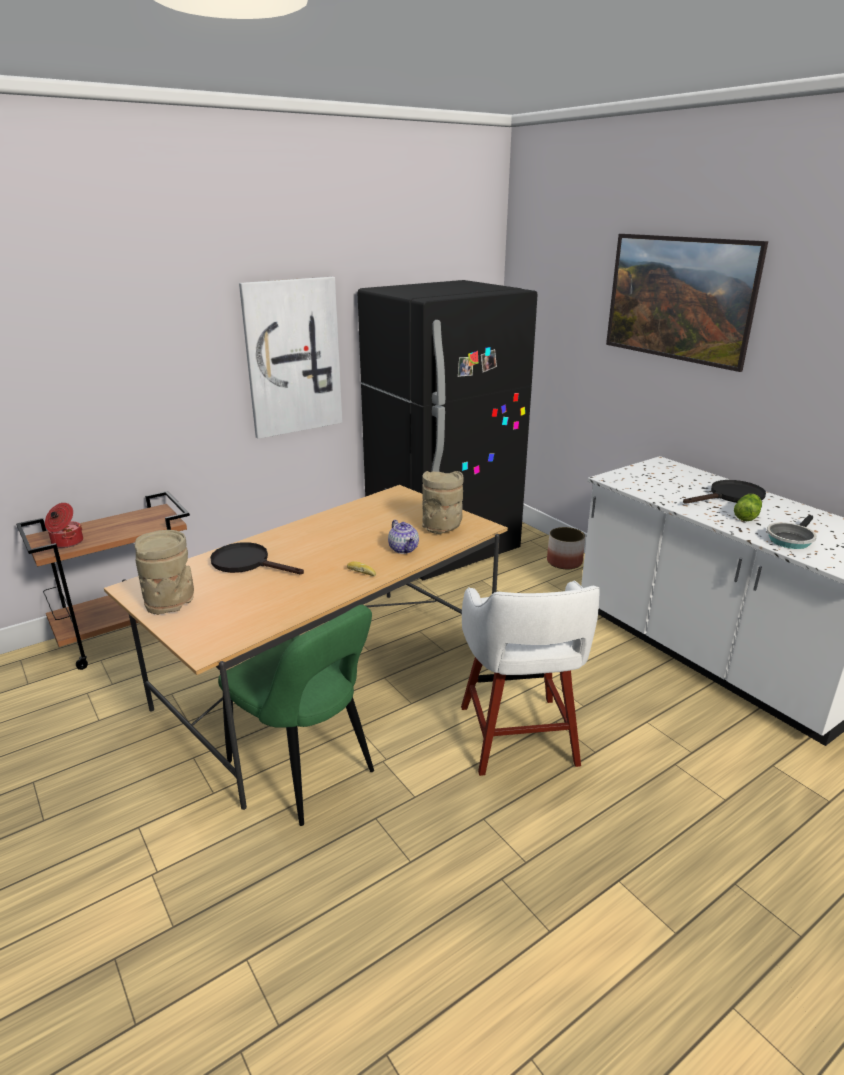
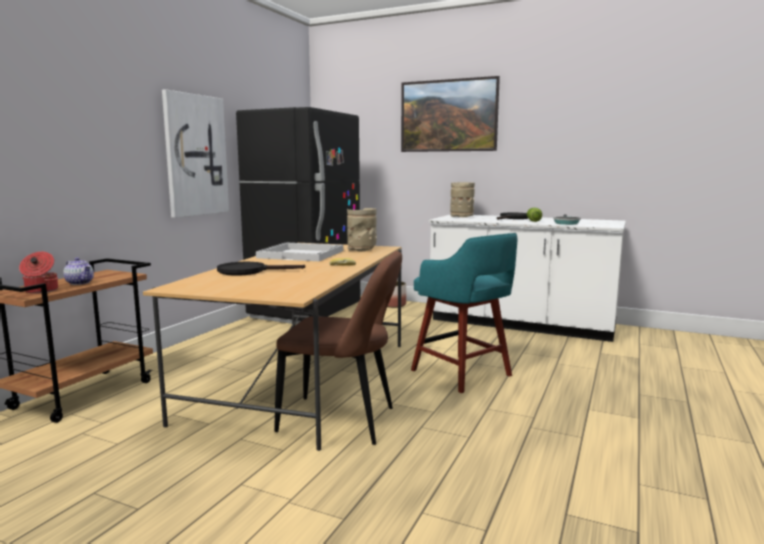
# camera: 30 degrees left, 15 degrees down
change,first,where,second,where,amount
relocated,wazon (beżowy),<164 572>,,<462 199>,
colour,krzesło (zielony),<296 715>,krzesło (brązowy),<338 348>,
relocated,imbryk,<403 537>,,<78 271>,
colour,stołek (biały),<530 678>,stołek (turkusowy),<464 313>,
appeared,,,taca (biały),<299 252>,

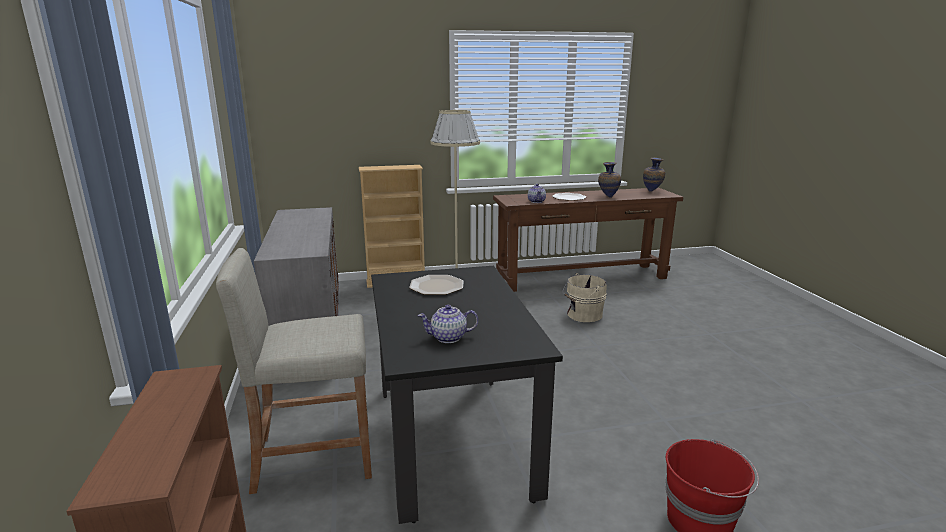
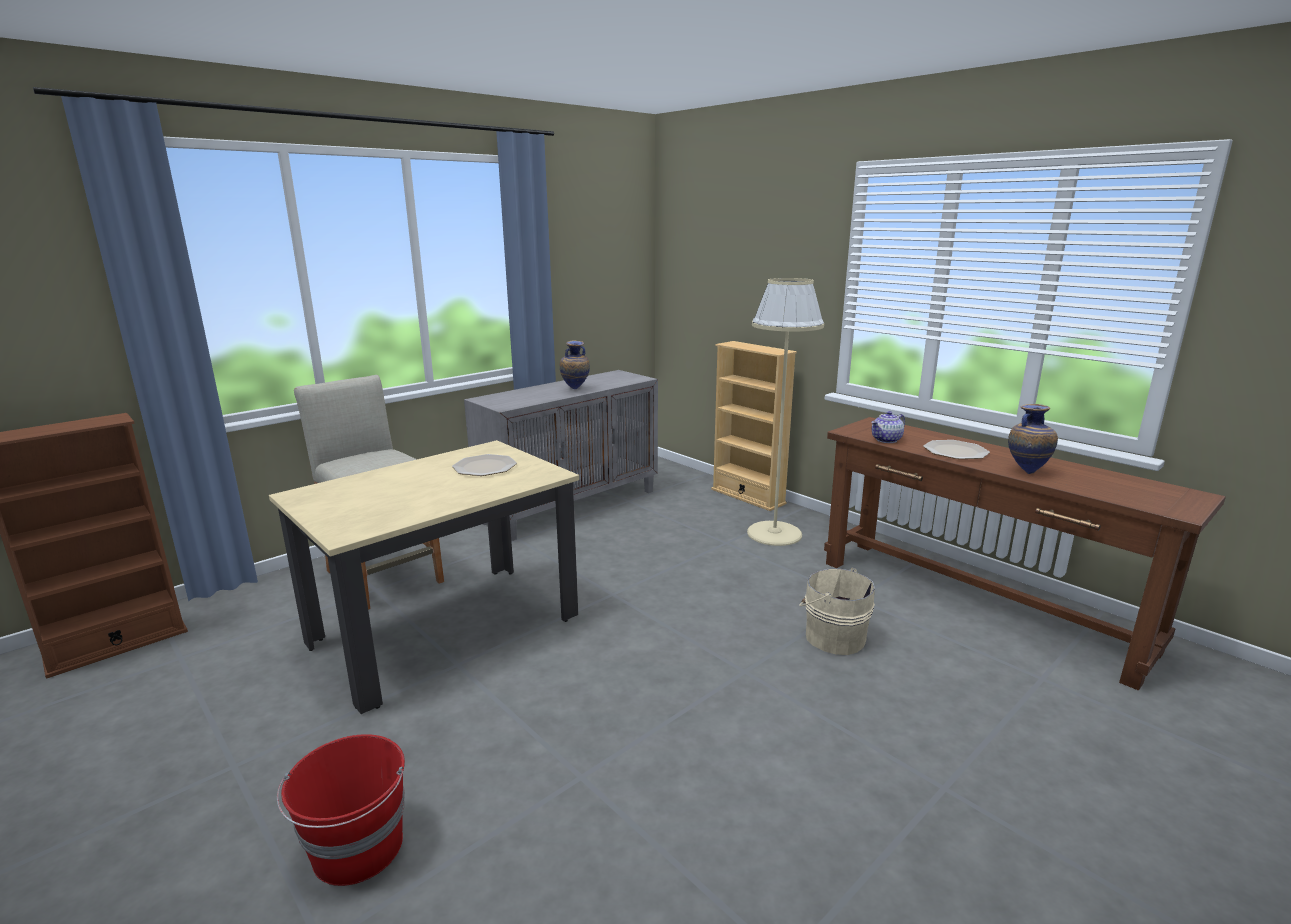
# camera: 60 degrees right, 0 degrees up
change,first,where,second,where,amount
colour,stół jadalny (czarny),<467 395>,stół jadalny (beżowy),<424 577>,
missing,imbryk,<448 324>,,,
relocated,wazon,<654 174>,,<574 364>,

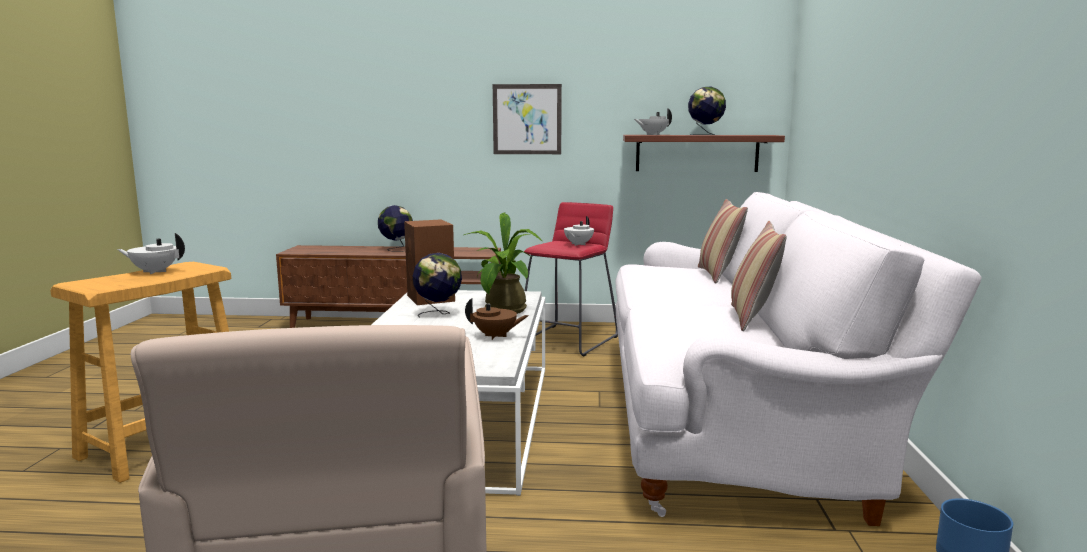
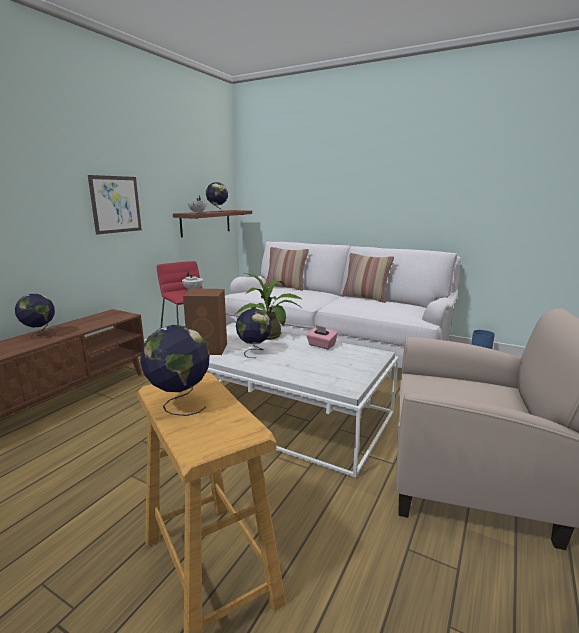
# camera: 65 degrees left, 5 degrees up
change,first,where,second,where,amount
exchanged,imbryk (biały),<151 253>,globus,<175 370>,
exchanged,imbryk (brązowy),<497 319>,pudełko chusteczek (różowy),<322 337>,

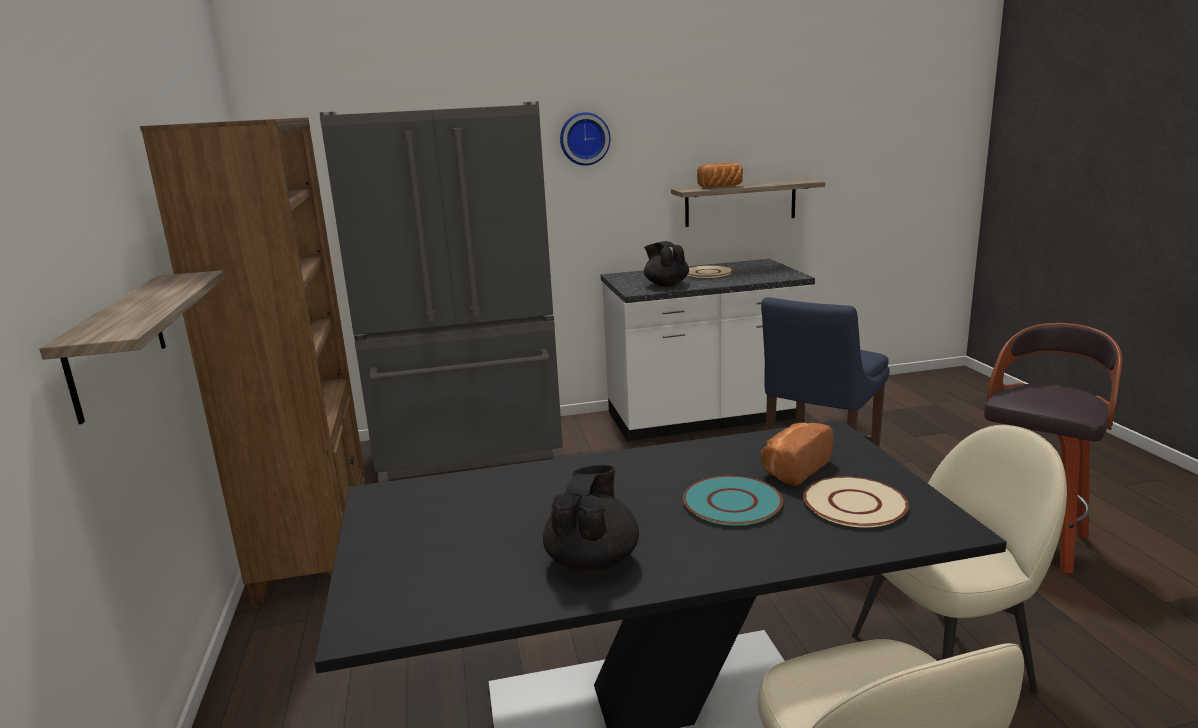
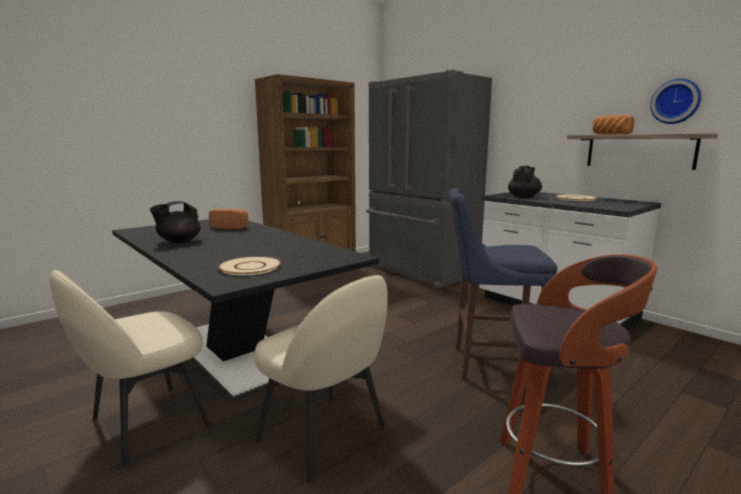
# camera: 60 degrees right, 5 degrees down
change,first,where,second,where,amount
missing,półka,<132 347>,,,
spun,imbryk (czarny),<591 518>,,<175 222>,150 degrees clockwise
relocated,zegar ścienny,<585 139>,,<675 101>,
missing,talerz (turkusowy),<733 501>,,,
relocated,chleb,<797 454>,,<229 219>,

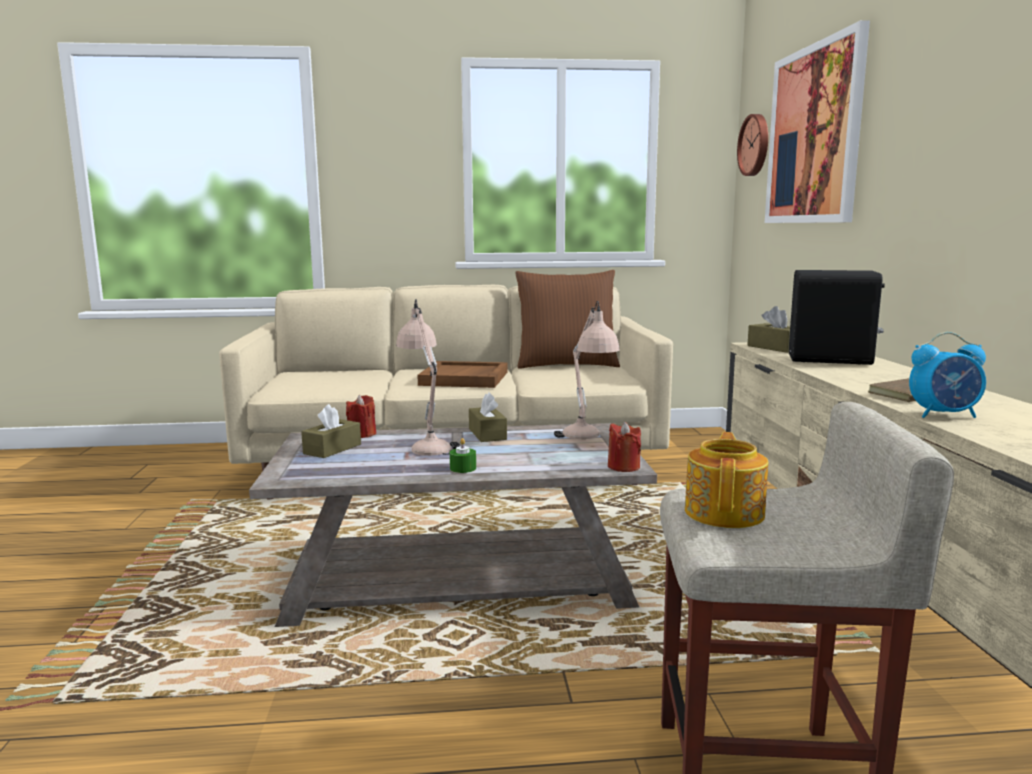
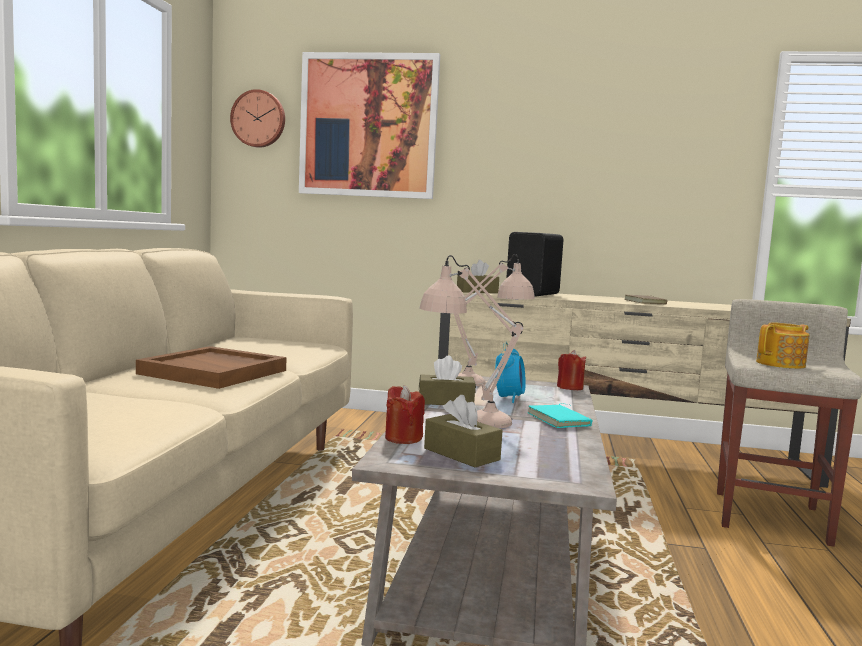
# camera: 75 degrees left, 5 degrees down
change,first,where,second,where,amount
exchanged,świeca (zielony),<463 455>,książka (turkusowy),<560 415>,
missing,poduszka (brązowy),<567 319>,,,
spun,imbryk,<727 480>,,<783 346>,120 degrees clockwise
relocated,budzik,<947 375>,,<510 372>,

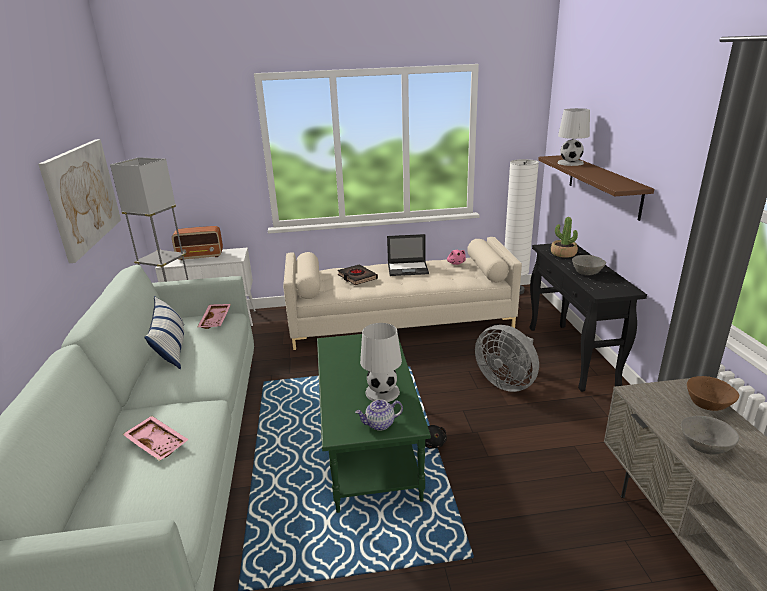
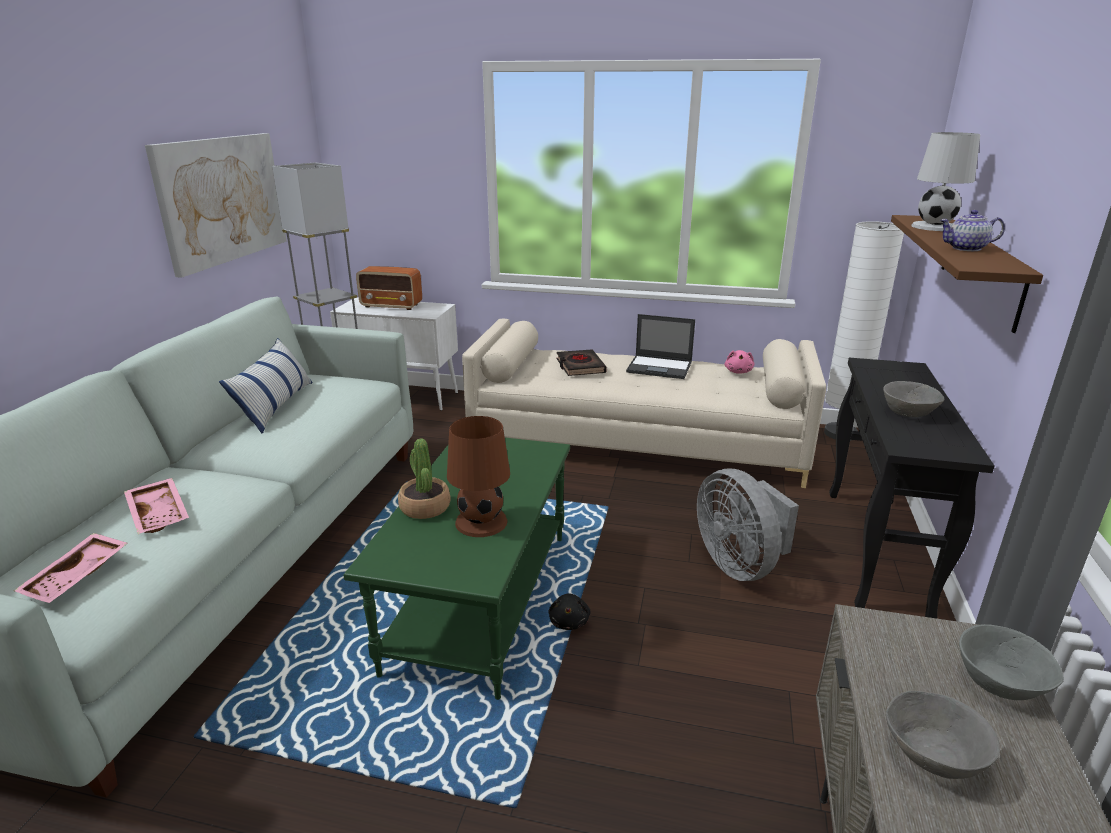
# camera: 20 degrees right, 0 degrees up
change,first,where,second,where,amount
relocated,taca (różowy),<214 316>,,<71 568>,
relocated,imbryk,<379 415>,,<972 230>,
colour,lampa stołowa (biały),<381 362>,lampa stołowa (brązowy),<478 476>,
relocated,roślina doniczkowa,<564 237>,,<424 478>,
colour,miska (brązowy),<713 393>,miska (szary),<1011 662>,

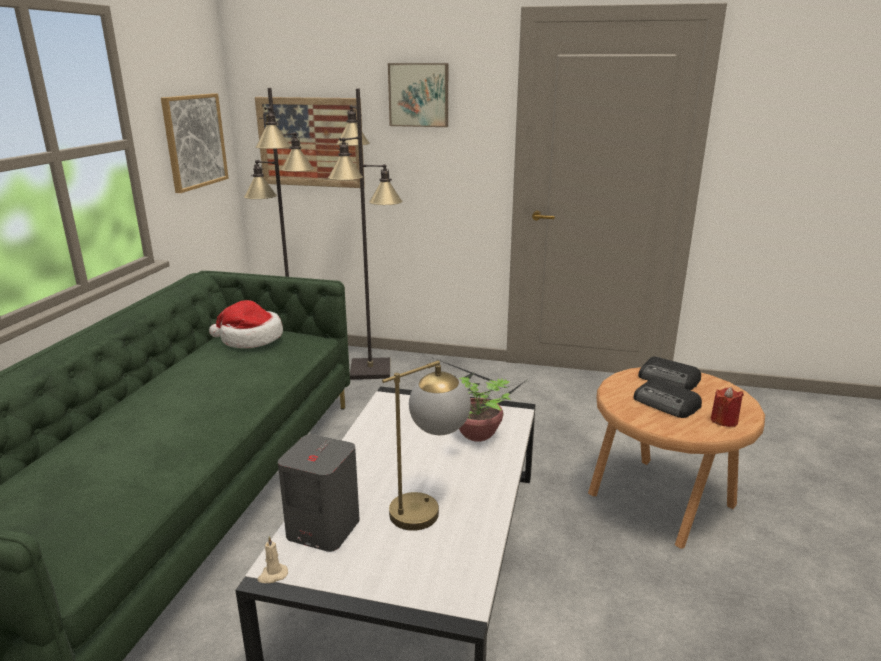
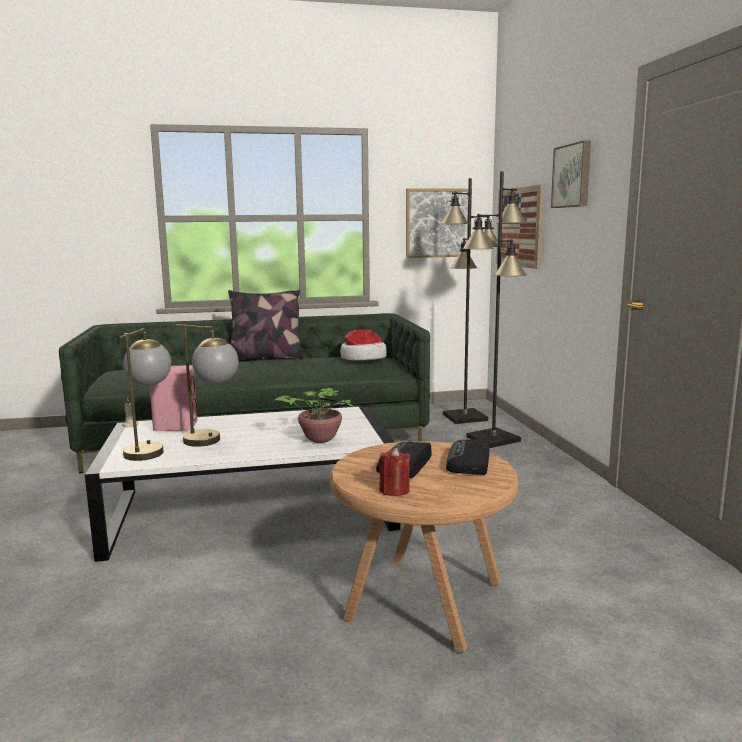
# camera: 65 degrees right, 10 degrees down
change,first,where,second,where,amount
colour,głośnik (szary),<319 493>,głośnik (różowy),<173 398>,
appeared,,,lampa stołowa,<145 394>,
appeared,,,poduszka,<266 325>,

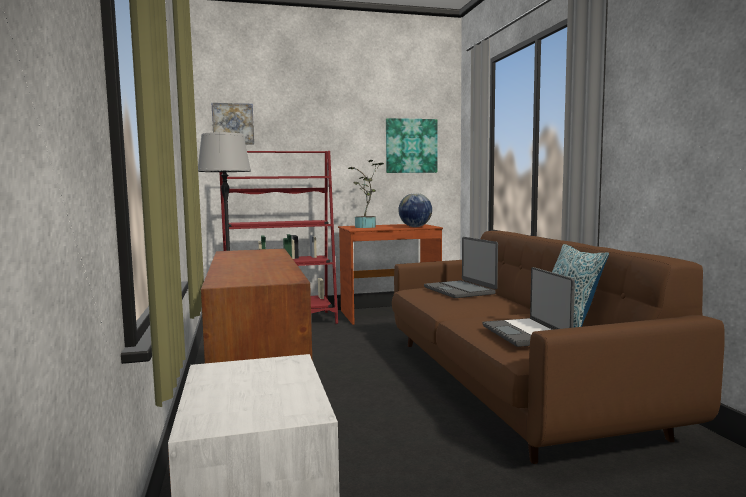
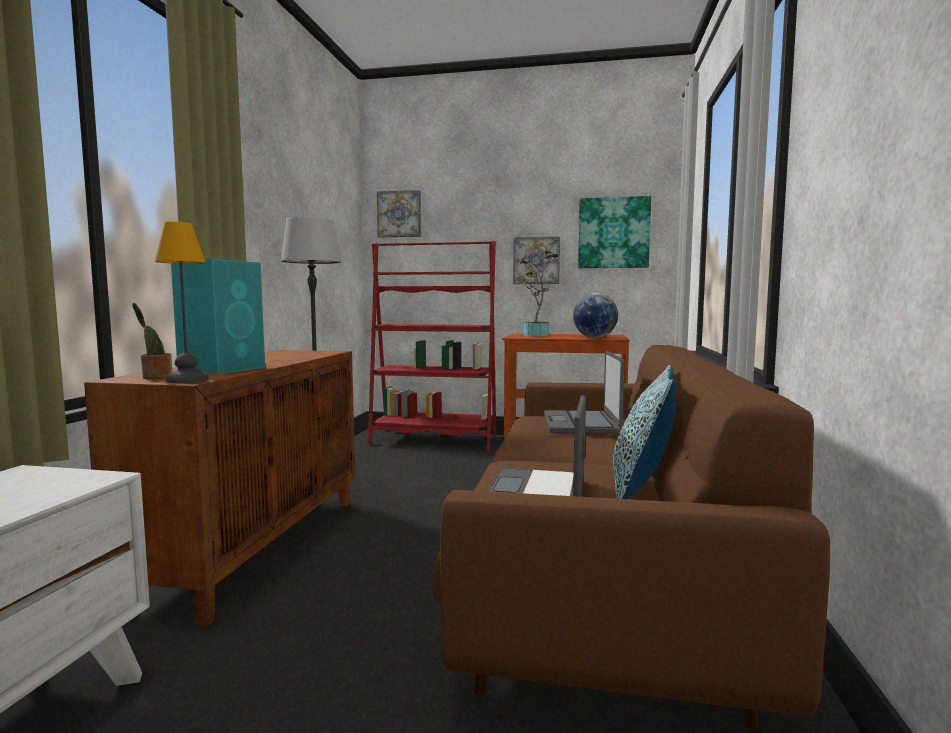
# camera: 25 degrees right, 0 degrees up
change,first,where,second,where,amount
appeared,,,roślina doniczkowa,<152 341>,
appeared,,,lampa stołowa,<182 302>,
appeared,,,głośnik (turkusowy),<218 316>,
appeared,,,obraz,<536 260>,

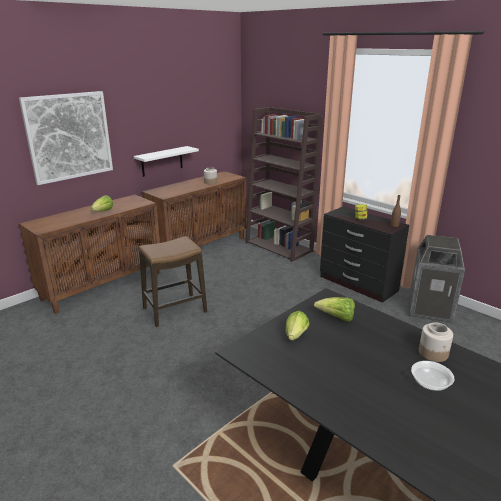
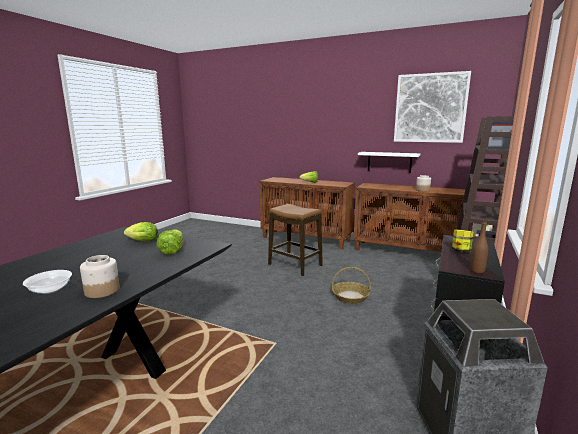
# camera: 70 degrees right, 10 degrees down
change,first,where,second,where,amount
relocated,obraz,<66 138>,,<432 107>,
appeared,,,koszyk,<351 285>,

